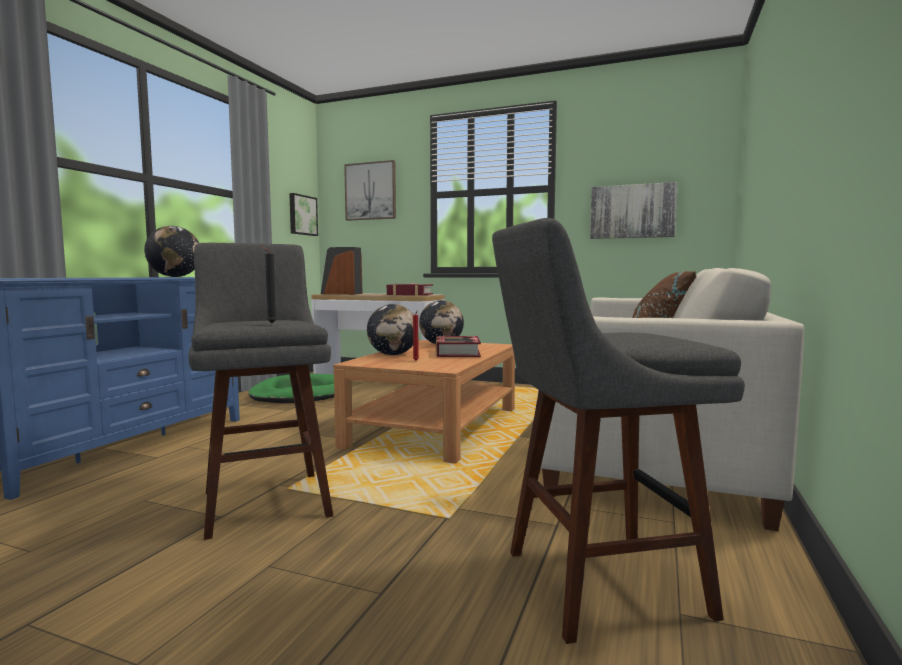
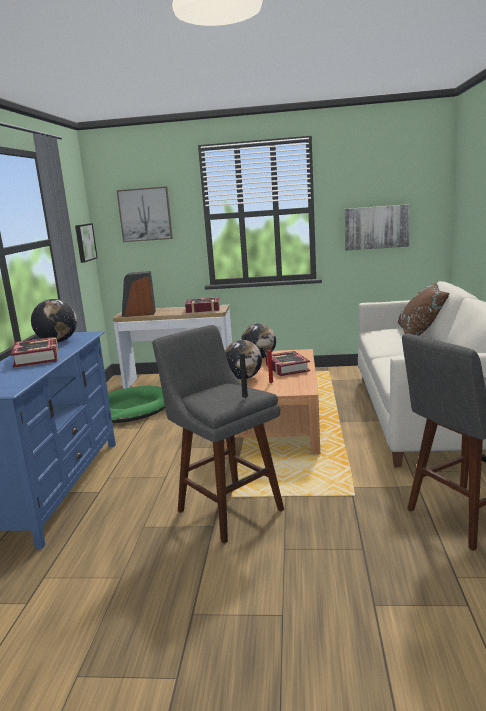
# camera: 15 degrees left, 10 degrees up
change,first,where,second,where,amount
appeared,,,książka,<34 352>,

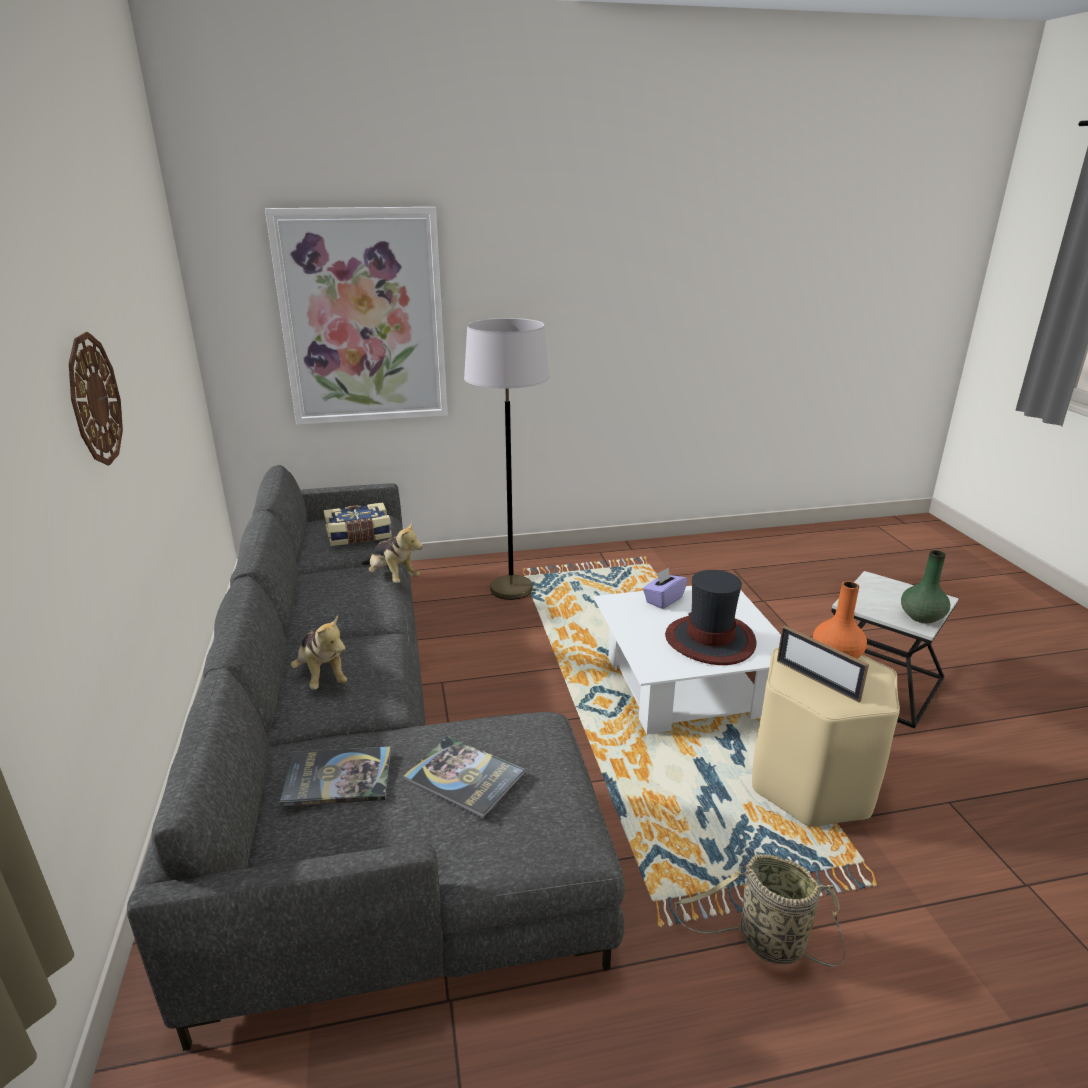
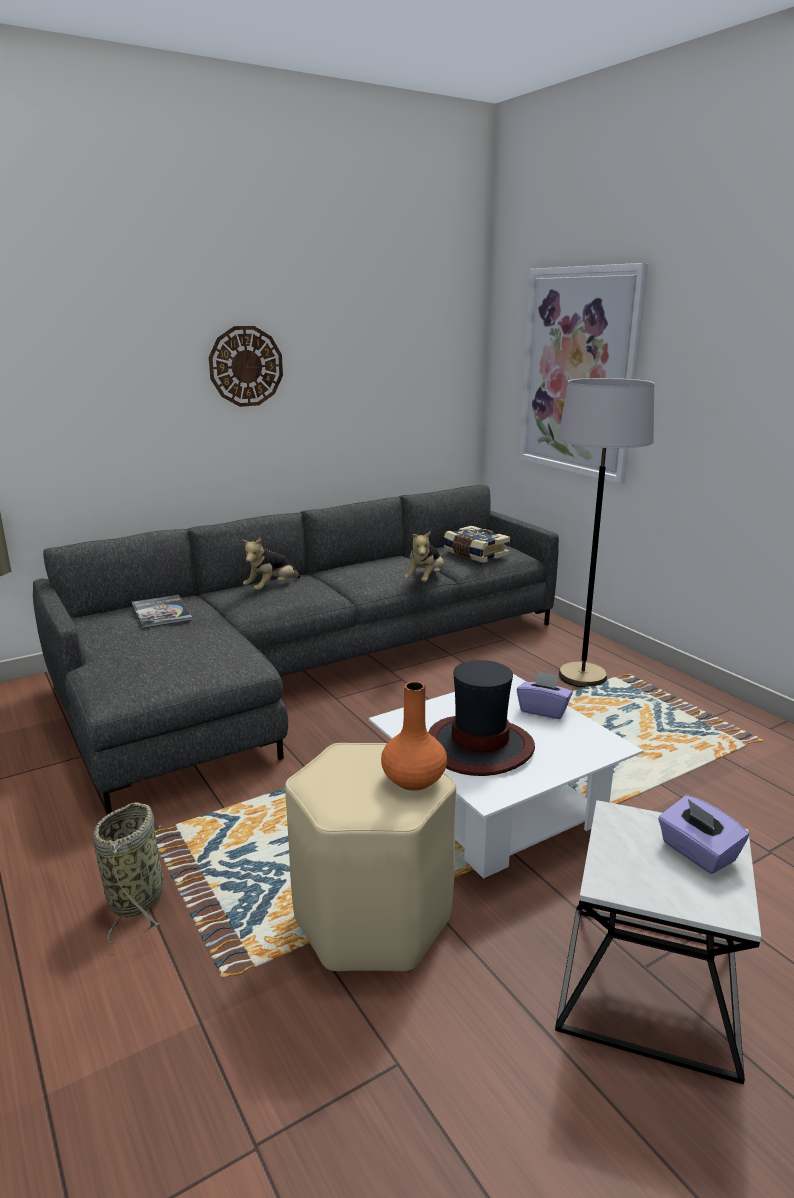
# camera: 70 degrees right, 5 degrees down
change,first,where,second,where,amount
missing,książka,<464 777>,,,
missing,ramka na zdjęcie,<823 664>,,,
missing,wazon (zielony),<926 586>,,,
appeared,,,pudełko chusteczek (fioletowy),<703 834>,

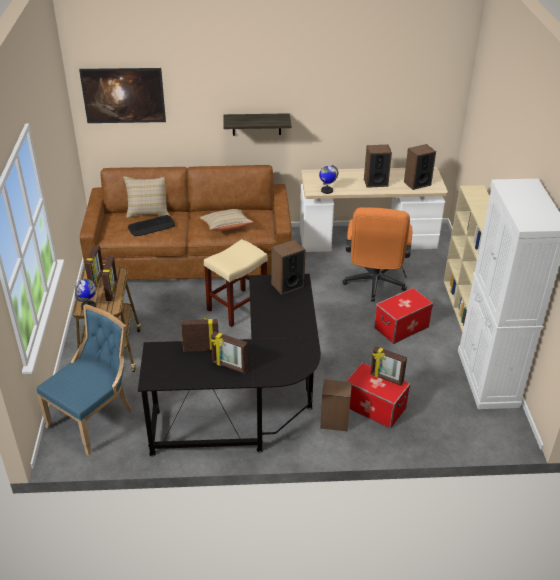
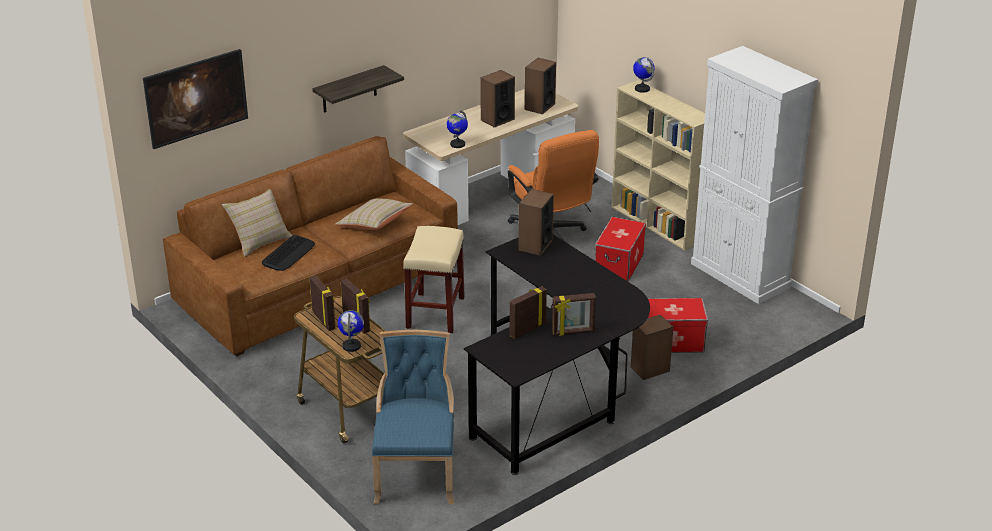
# camera: 35 degrees left, 5 degrees down
change,first,where,second,where,amount
missing,ramka na zdjęcie,<388 365>,,,
appeared,,,globus,<644 75>,

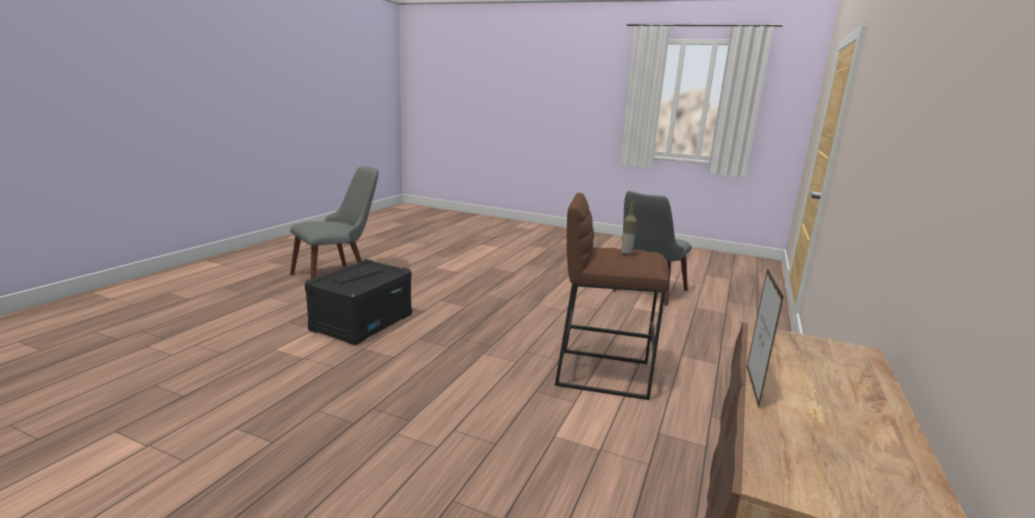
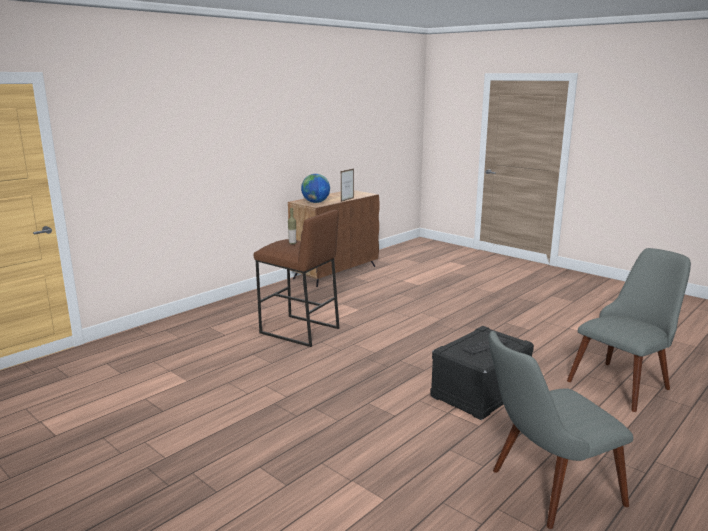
# camera: 160 degrees left, 0 degrees up
change,first,where,second,where,amount
relocated,krzesło (szary),<652 248>,,<629 330>,
appeared,,,globus,<315 188>,

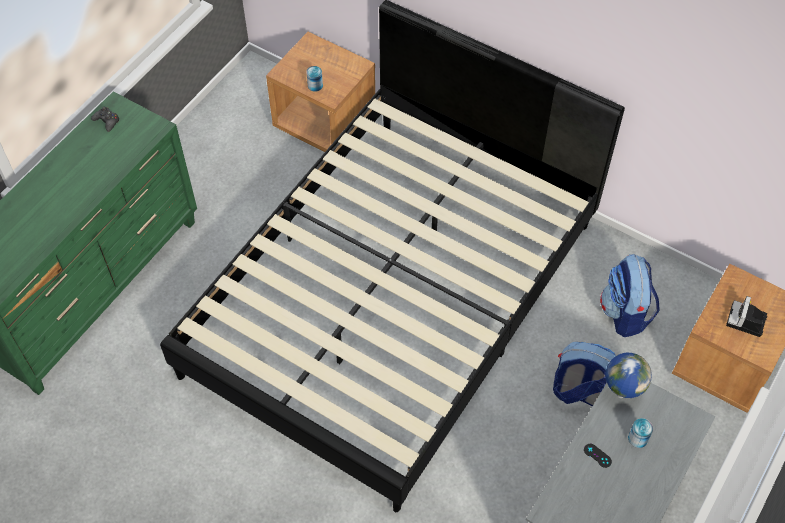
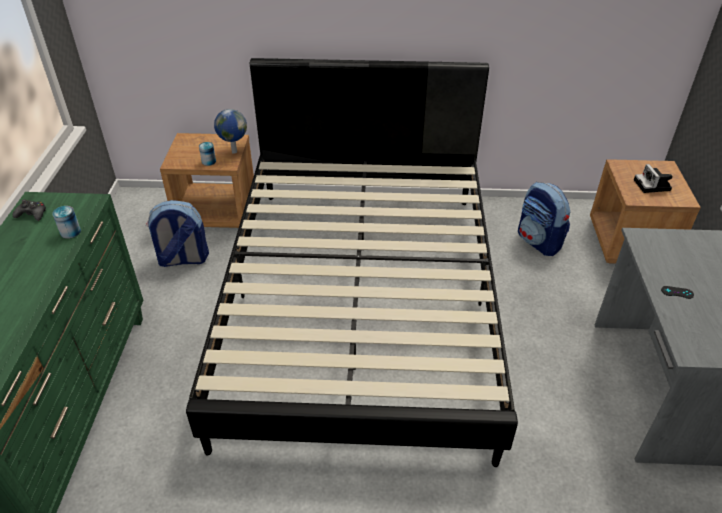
# camera: 30 degrees left, 15 degrees down
change,first,where,second,where,amount
relocated,plecak,<584 374>,,<177 233>,
relocated,globus,<628 375>,,<230 131>,
relocated,puszka,<640 433>,,<66 222>,

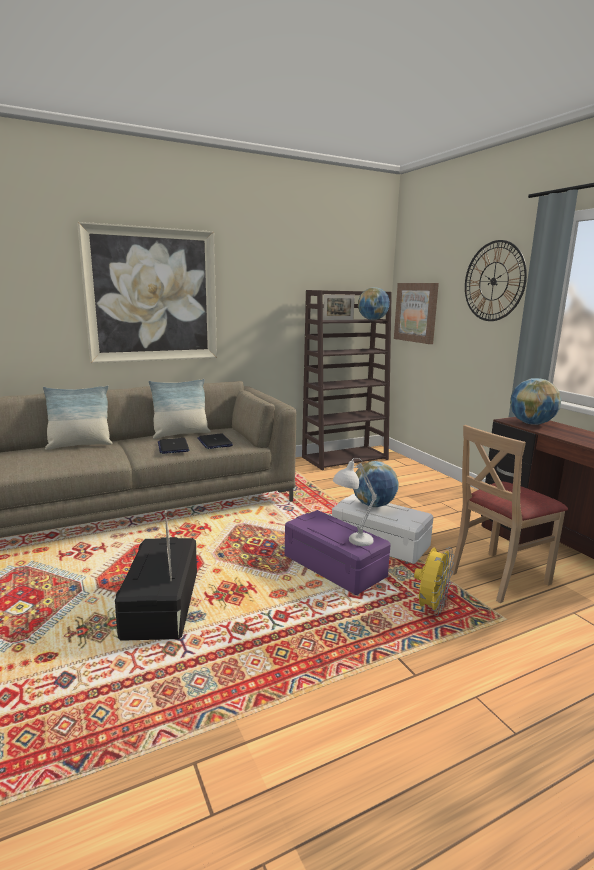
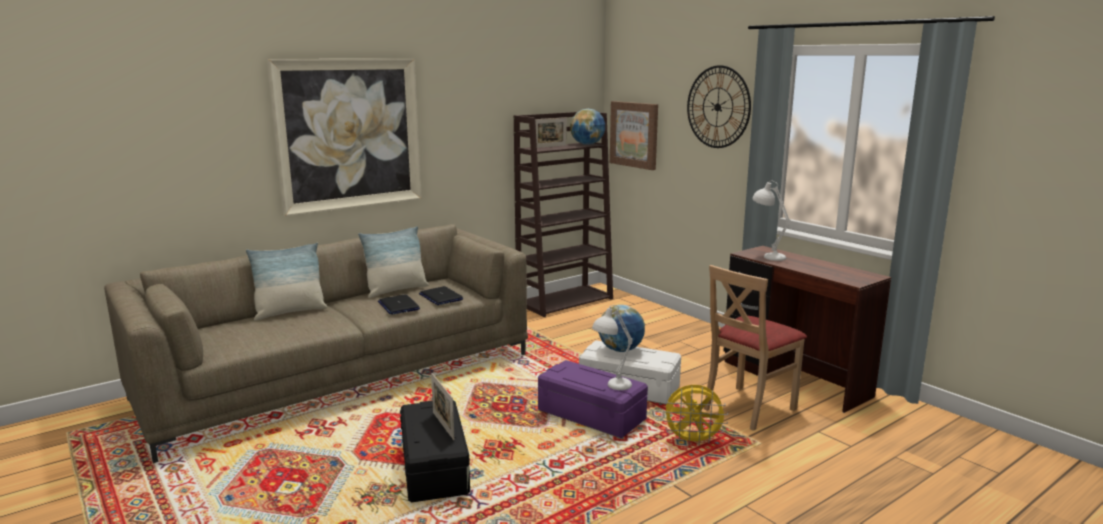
# camera: 10 degrees left, 0 degrees up
change,first,where,second,where,amount
spun,wentylator (żółty),<434 581>,,<695 415>,75 degrees clockwise
exchanged,globus,<535 401>,lampa stołowa (biały),<771 221>,

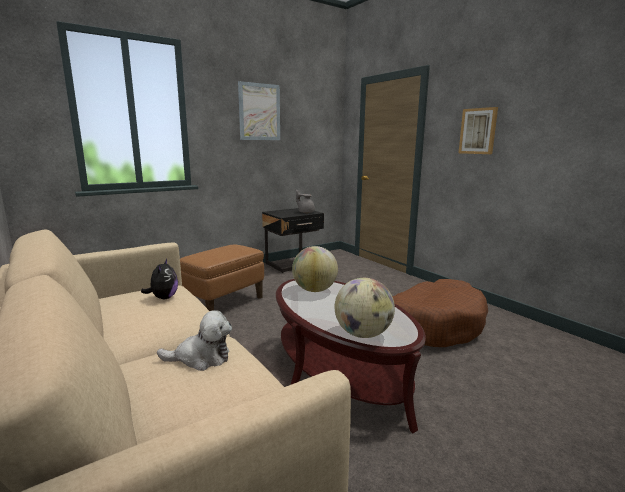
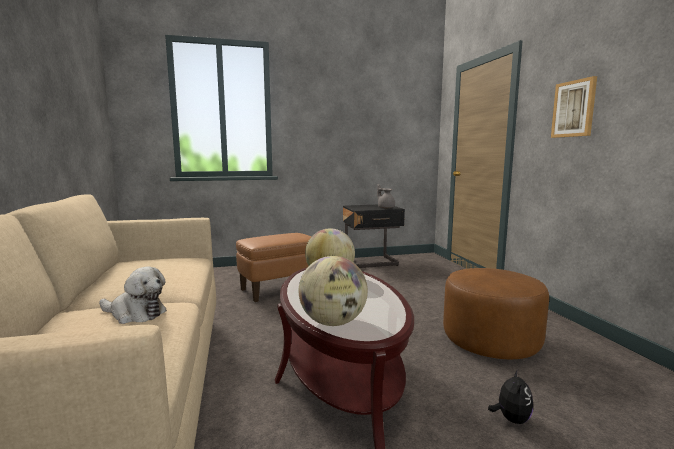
# camera: 20 degrees right, 5 degrees down
change,first,where,second,where,amount
relocated,pluszak,<159 279>,,<510 396>,
missing,obraz,<259 110>,,,
exchanged,legowisko (brązowy),<440 313>,pufa (brązowy),<496 313>,

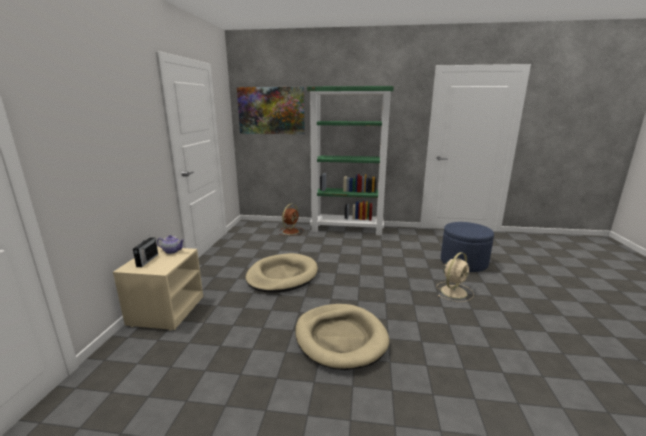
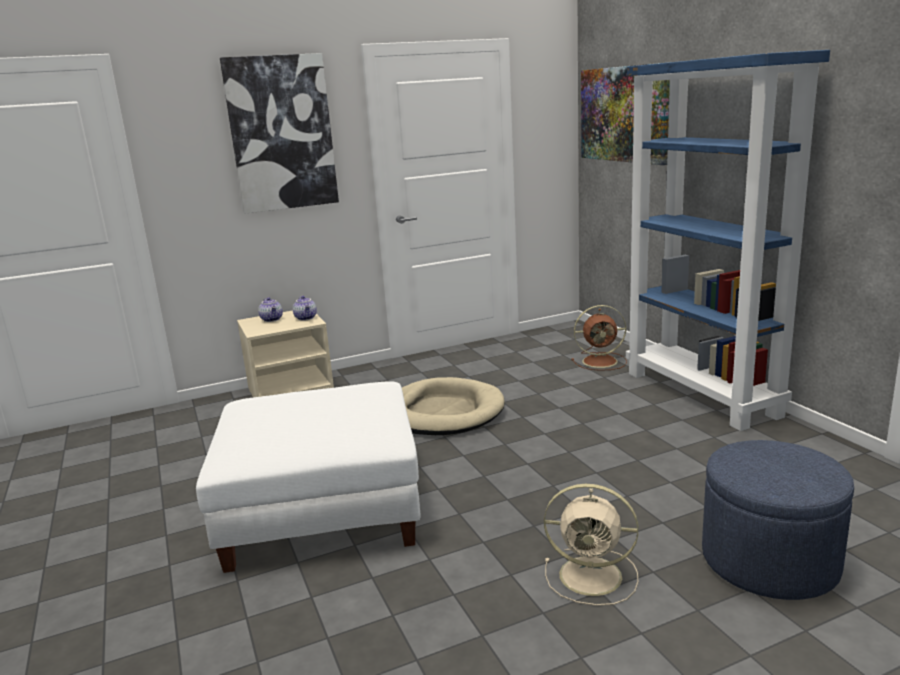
# camera: 60 degrees right, 0 degrees up
change,first,where,second,where,amount
exchanged,radio,<145 251>,imbryk,<270 309>,
exchanged,legowisko (beżowy),<342 337>,pufa (biały),<308 477>,
colour,regał (zielony),<350 160>,regał (niebieski),<728 240>,
appeared,,,obraz,<279 133>,

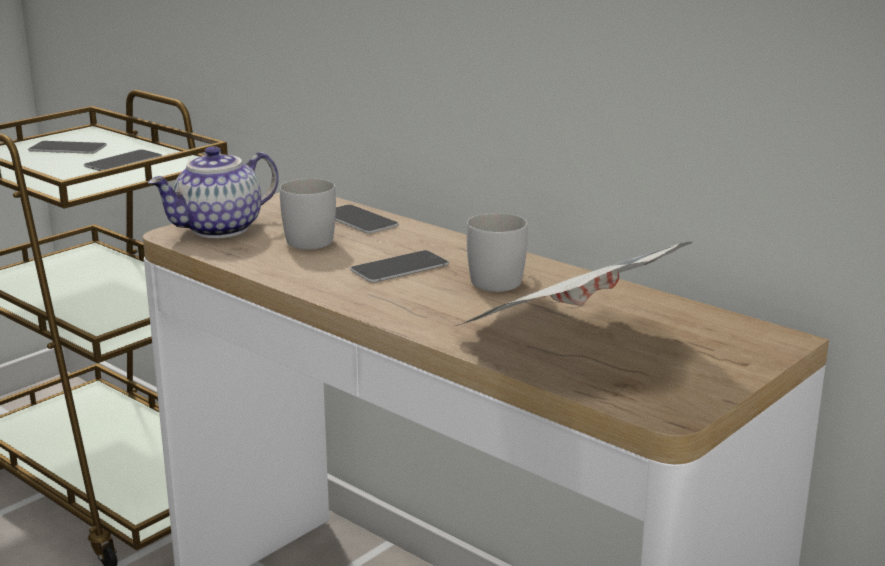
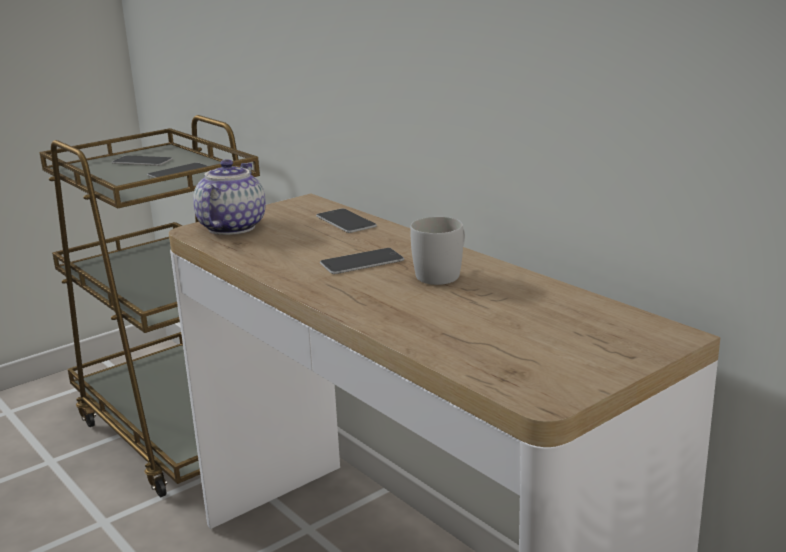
# camera: 10 degrees right, 0 degrees up
change,first,where,second,where,amount
spun,imbryk,<213 192>,,<229 197>,135 degrees clockwise
missing,kubek (biały),<308 214>,,,
missing,gazeta,<573 284>,,,

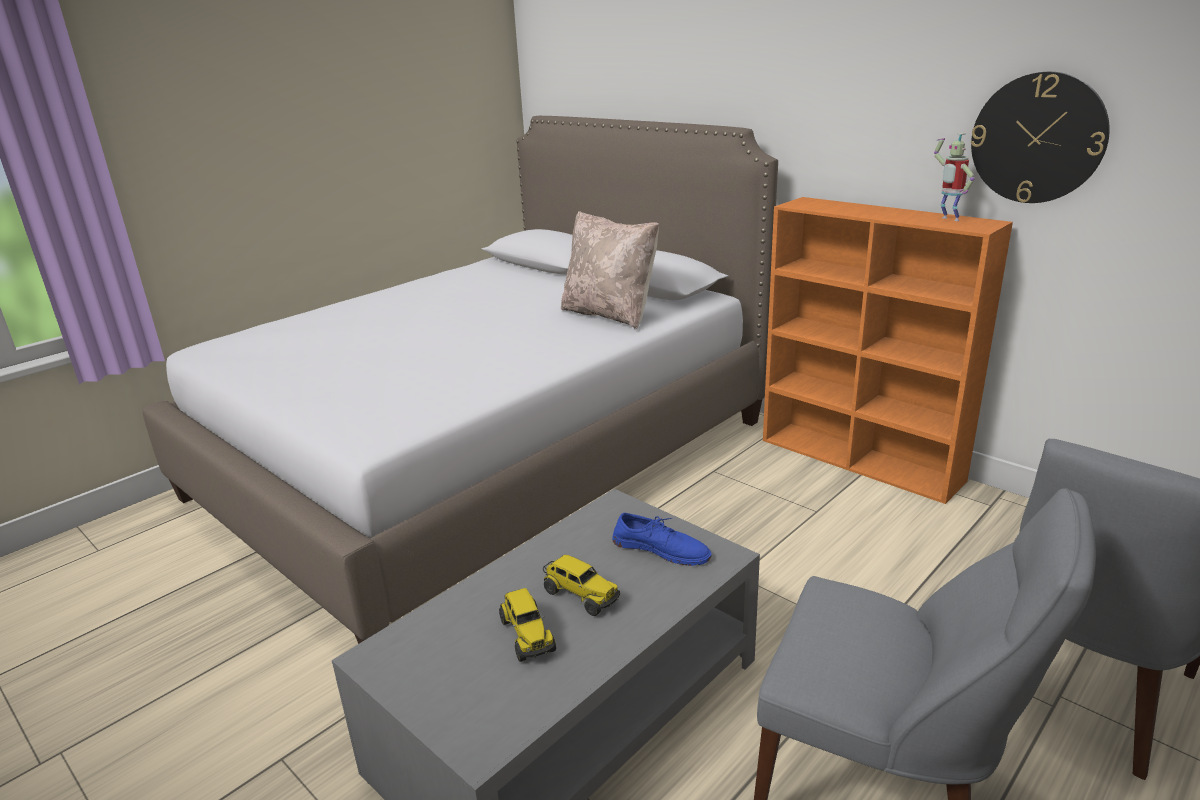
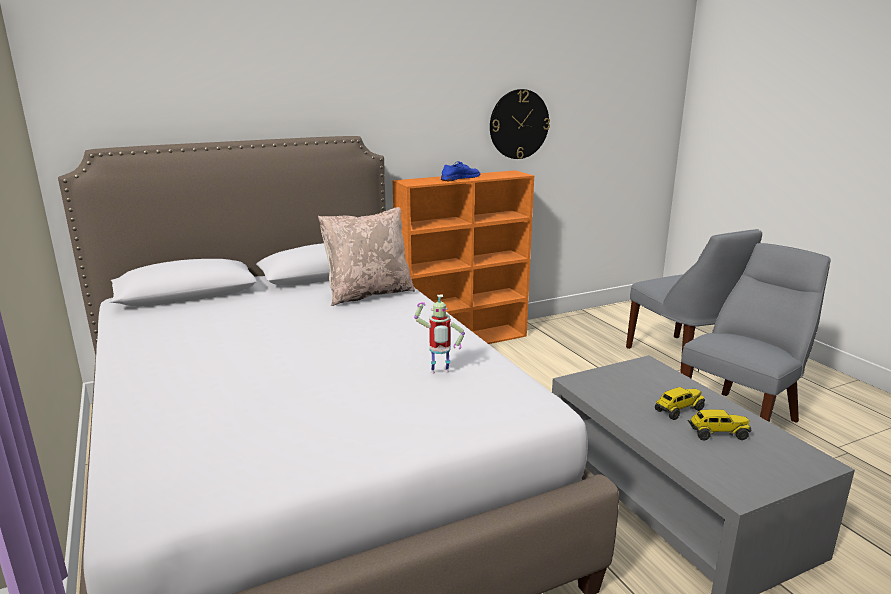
# camera: 70 degrees left, 5 degrees down
change,first,where,second,where,amount
relocated,but (niebieski),<661 539>,,<460 171>,
relocated,robot zabawkowy,<954 177>,,<439 334>,

